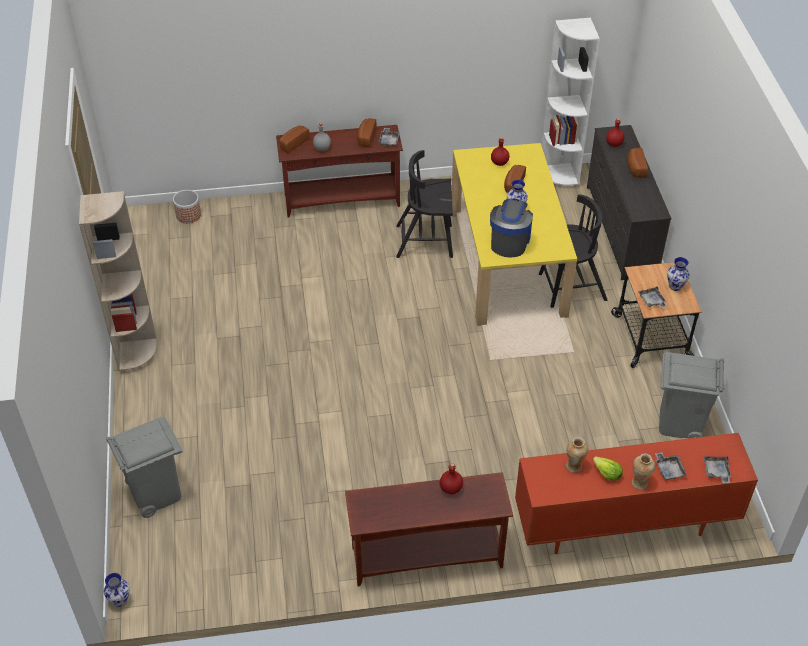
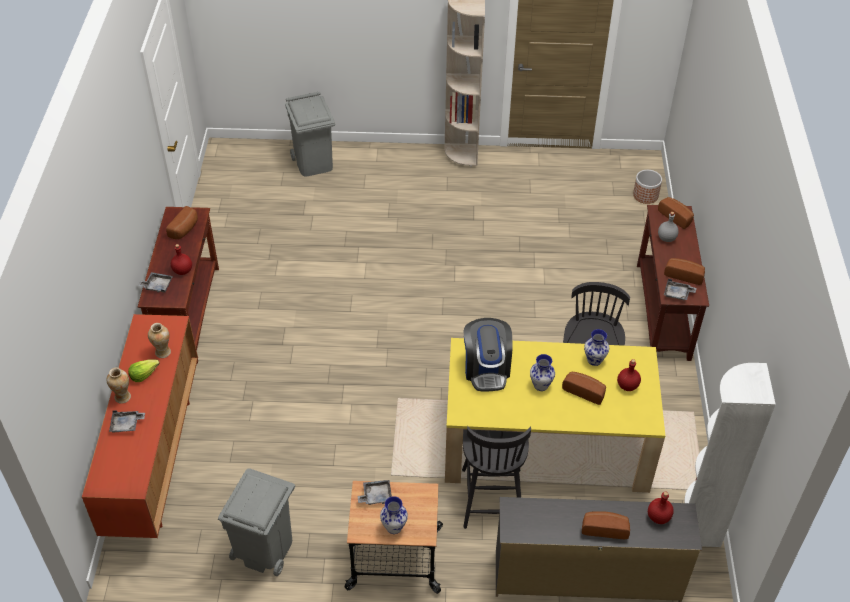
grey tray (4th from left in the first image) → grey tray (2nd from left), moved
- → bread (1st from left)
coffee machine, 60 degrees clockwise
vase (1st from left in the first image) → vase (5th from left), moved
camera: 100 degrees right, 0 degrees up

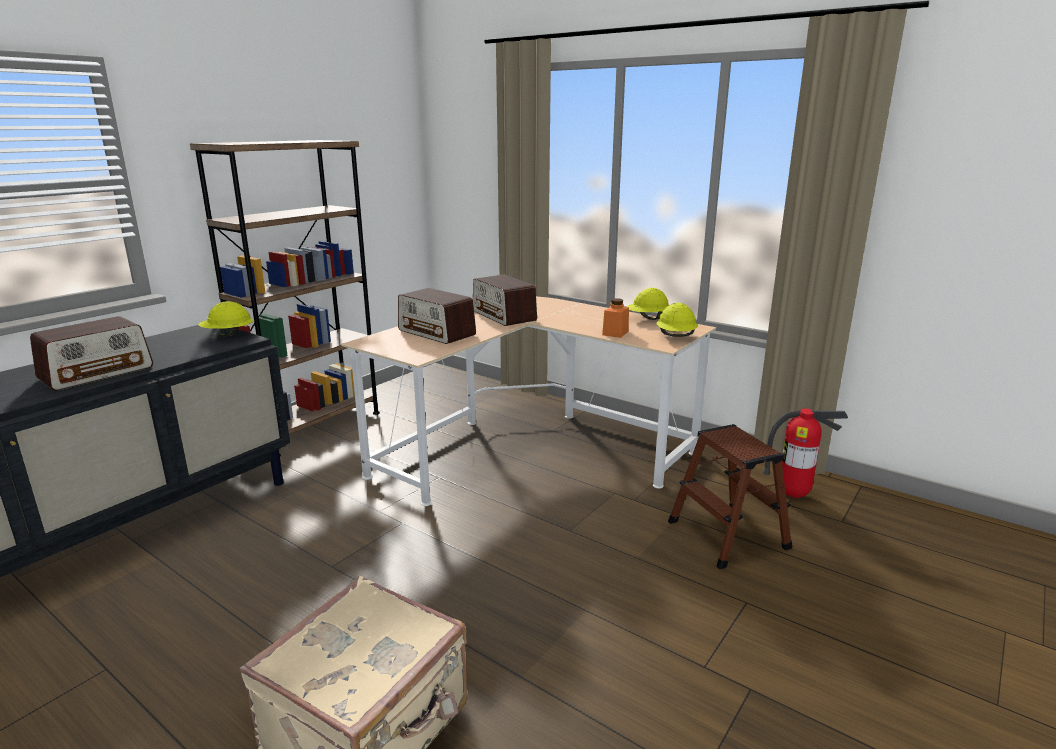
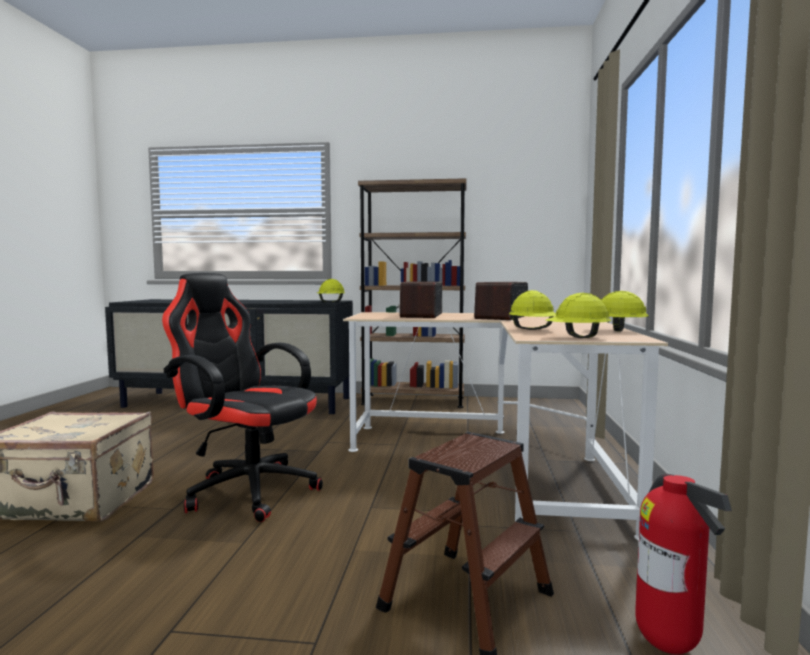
- → black office chair
orange jar → yellow hard hat (2nd from left)
radio (1st from left) → -
camera: 60 degrees right, 15 degrees down

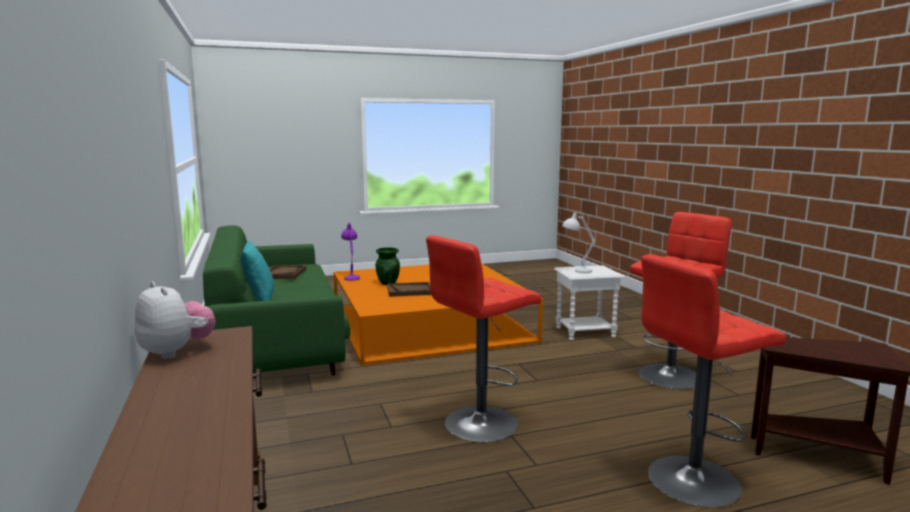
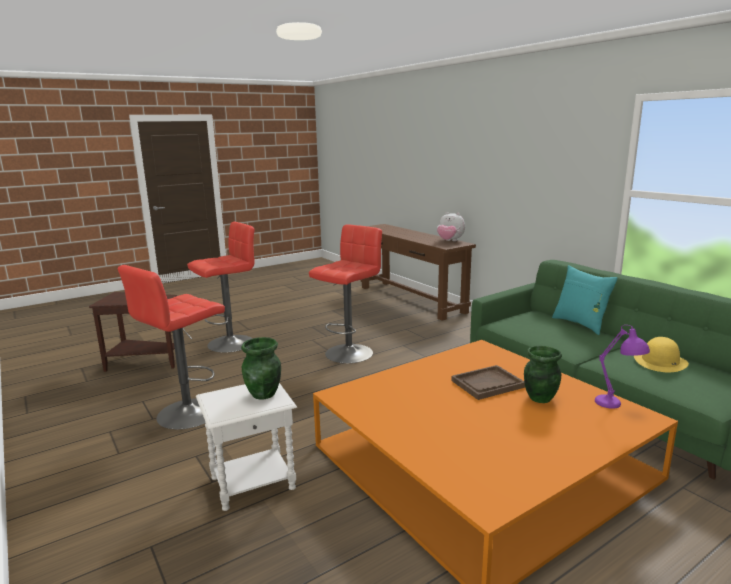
white table lamp → green vase (1st from left)
brown tray (1st from left) → yellow hat
camera: 165 degrees right, 5 degrees up

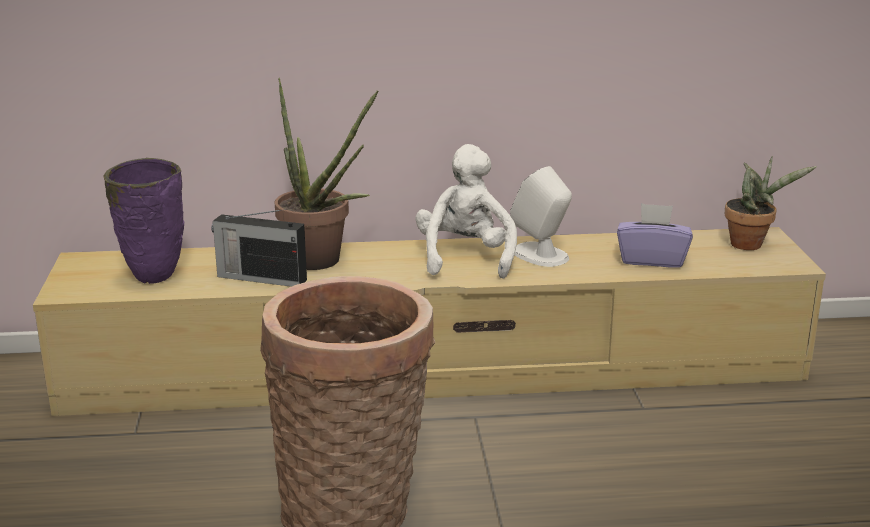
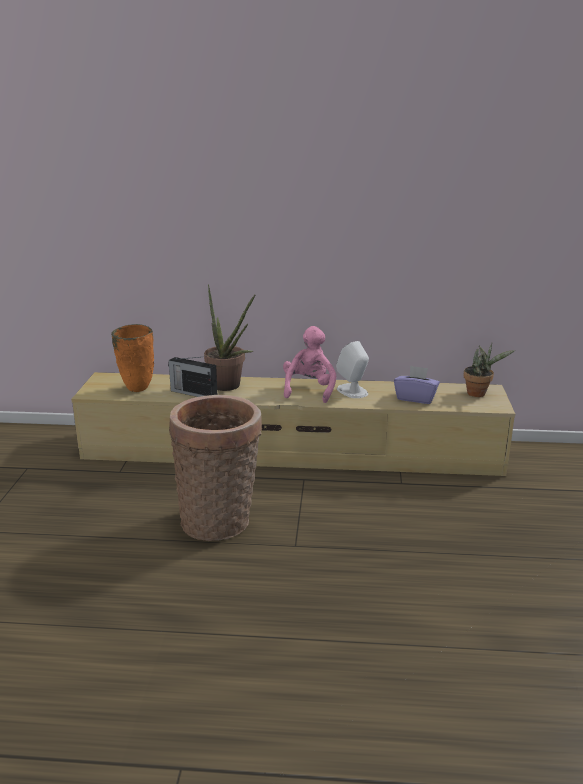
purple vase → orange vase
white plush toy → pink plush toy
camera: 10 degrees right, 0 degrees up

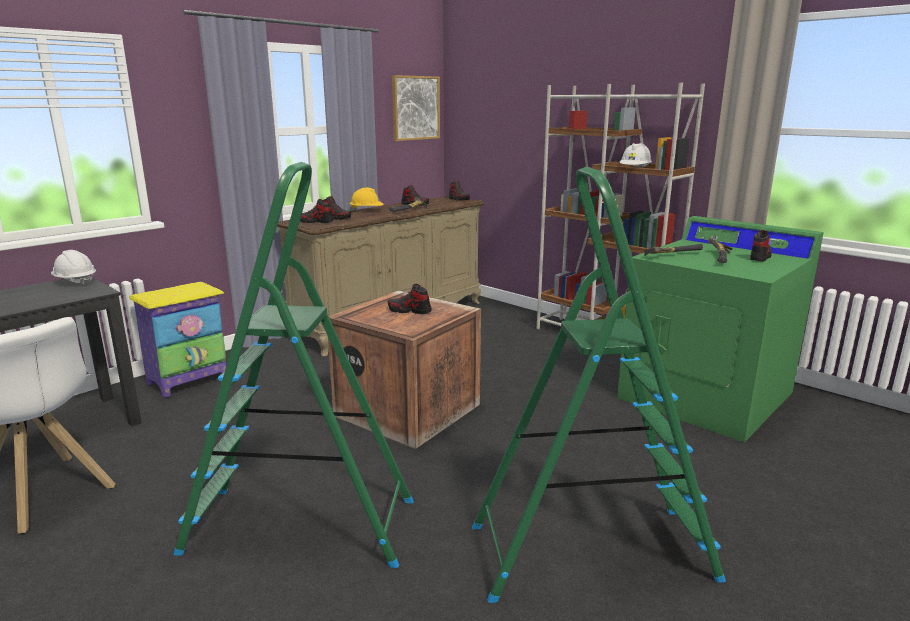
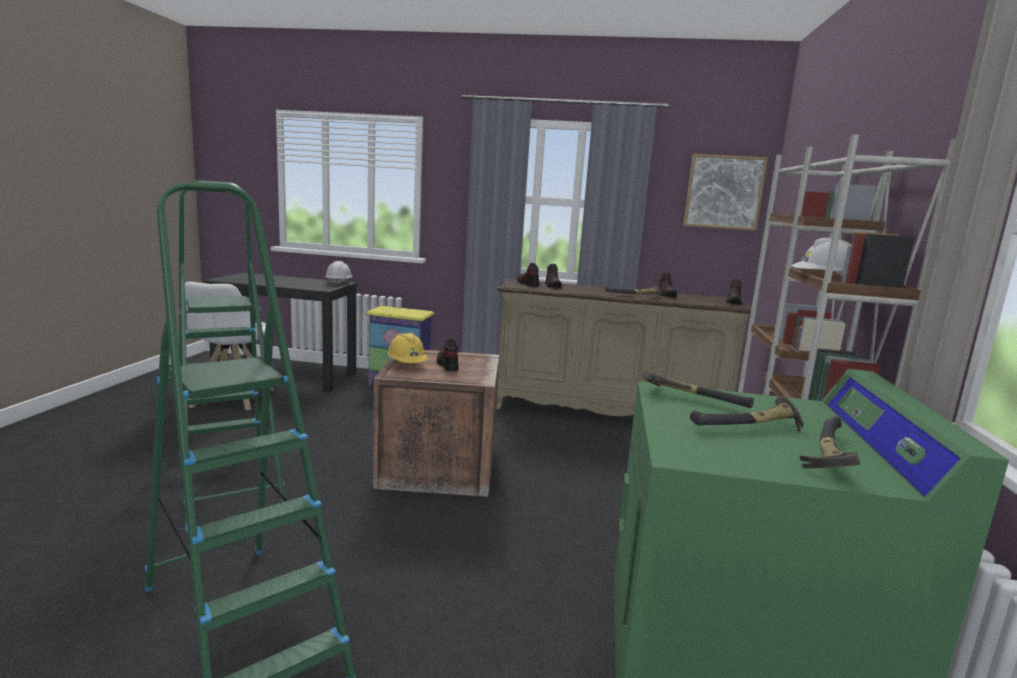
yellow hard hat, moved
shoe (6th from left) → hammer (4th from left)
camera: 55 degrees right, 5 degrees down

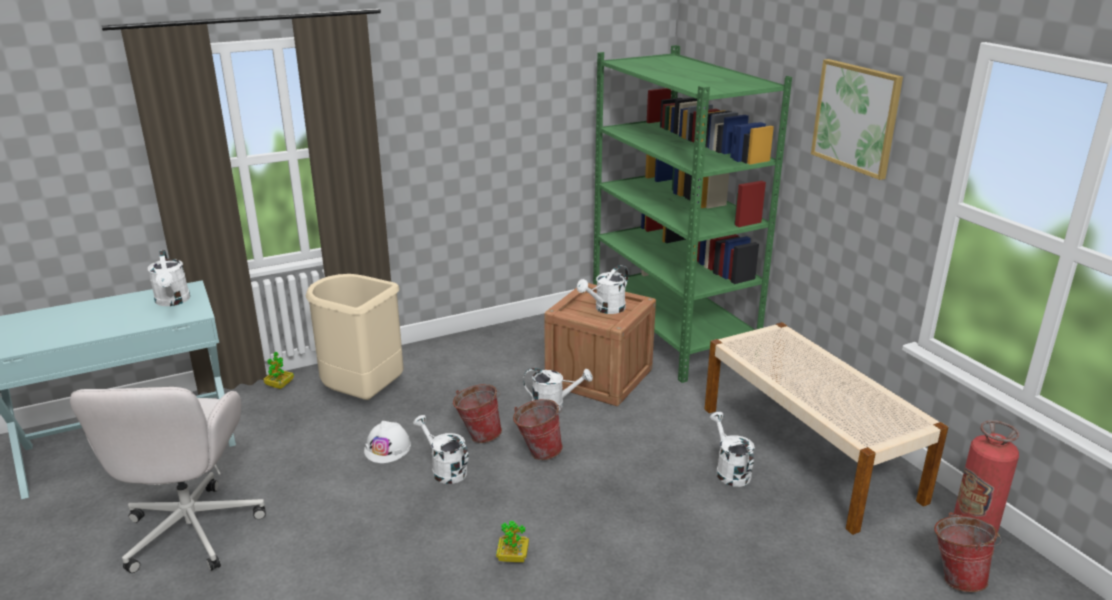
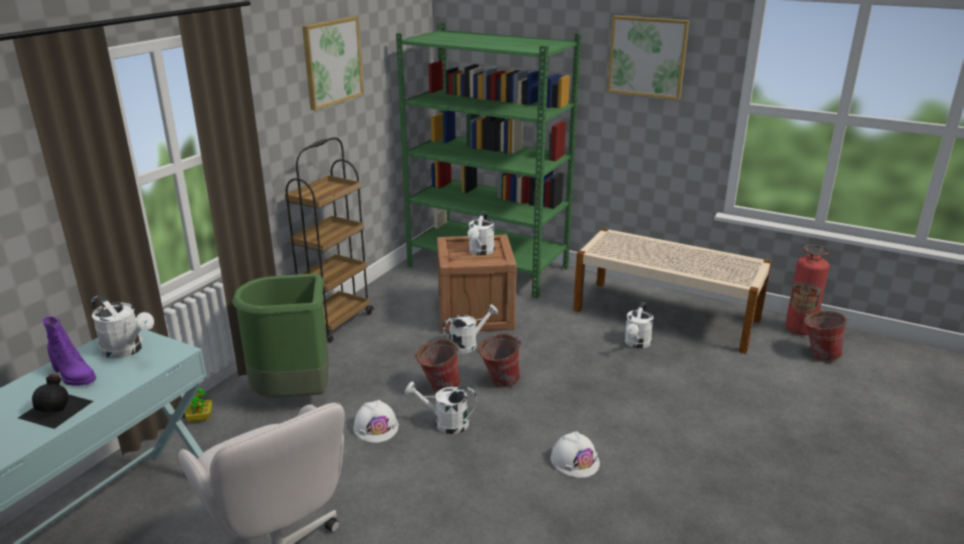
- → black bottle
- → purple boot
beige trash can → green trash can
- → brown cart
- → picture (1st from left)
potted plant (2nd from left) → white hard hat (2nd from left)
white watering can (5th from left), 105 degrees counterclockwise
camera: 35 degrees left, 0 degrees up

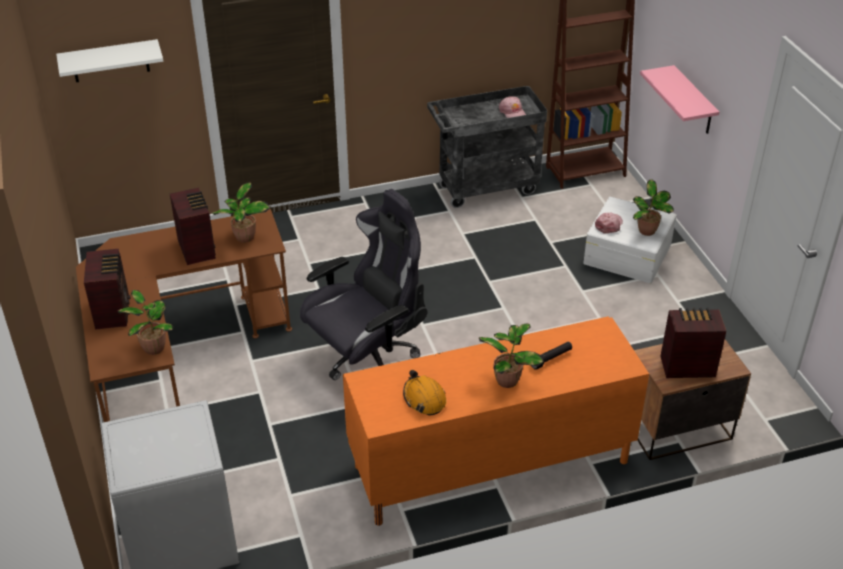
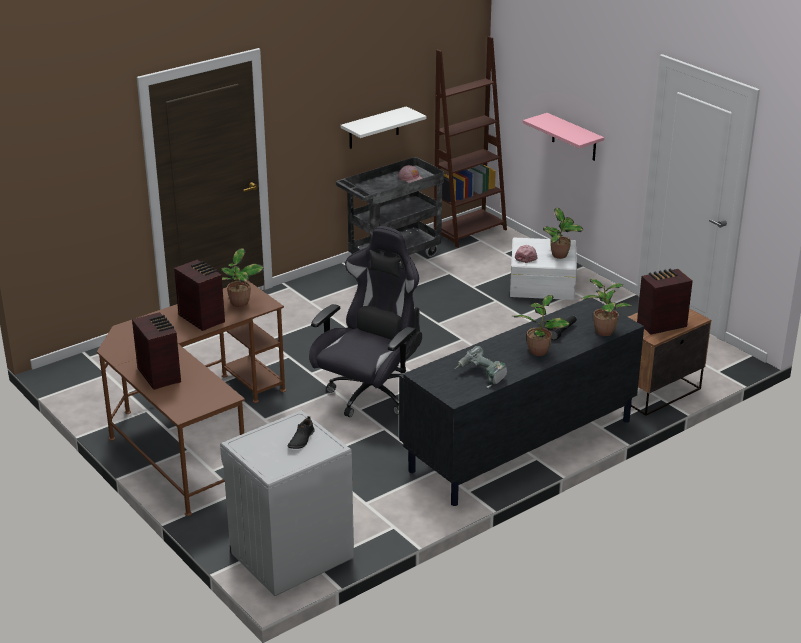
- → black shoe
white shelf, moved
orange cabinet → black cabinet
orange hard hat → power drill
potted plant (1st from left in the first image) → potted plant (4th from left), moved
camera: 20 degrees left, 10 degrees down

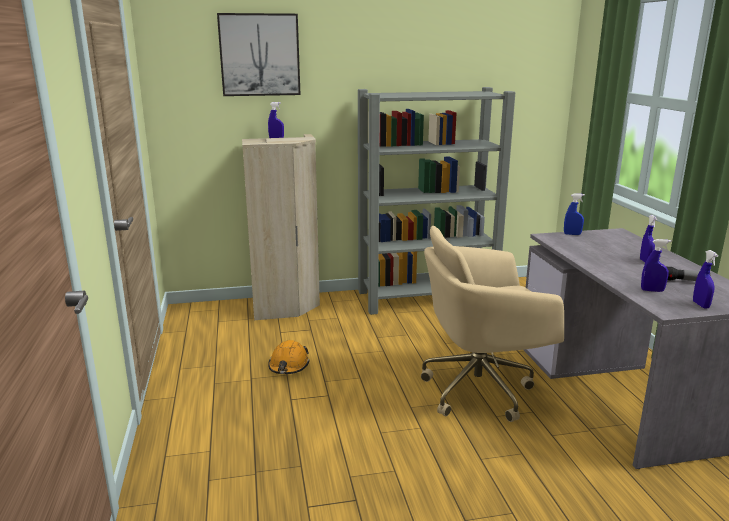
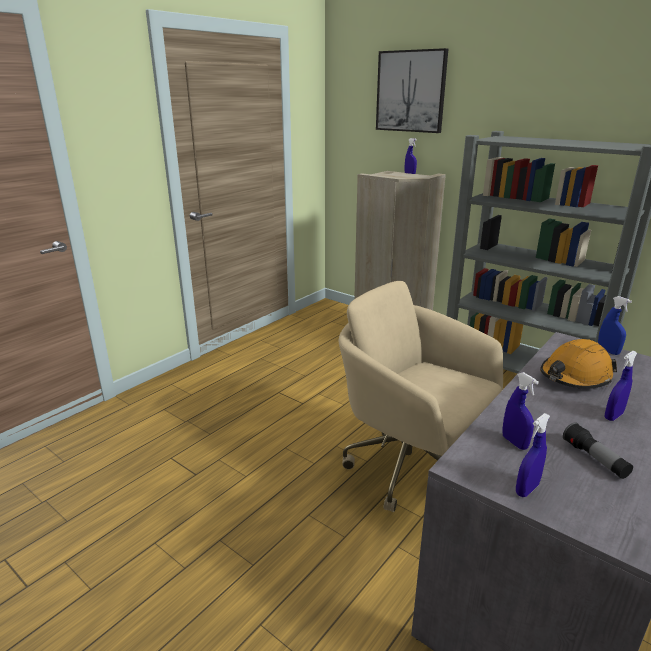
orange hard hat, moved
camera: 50 degrees right, 5 degrees up

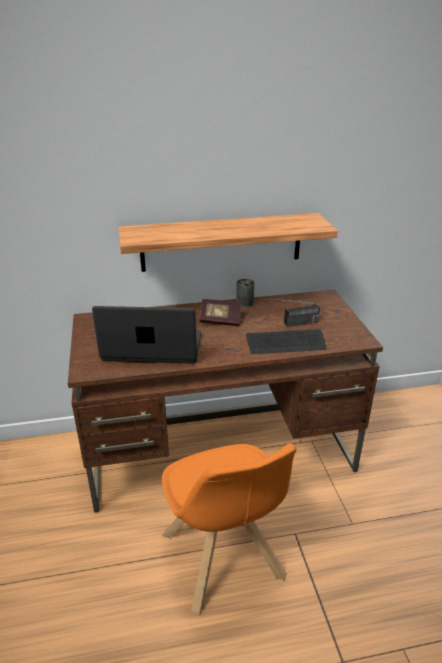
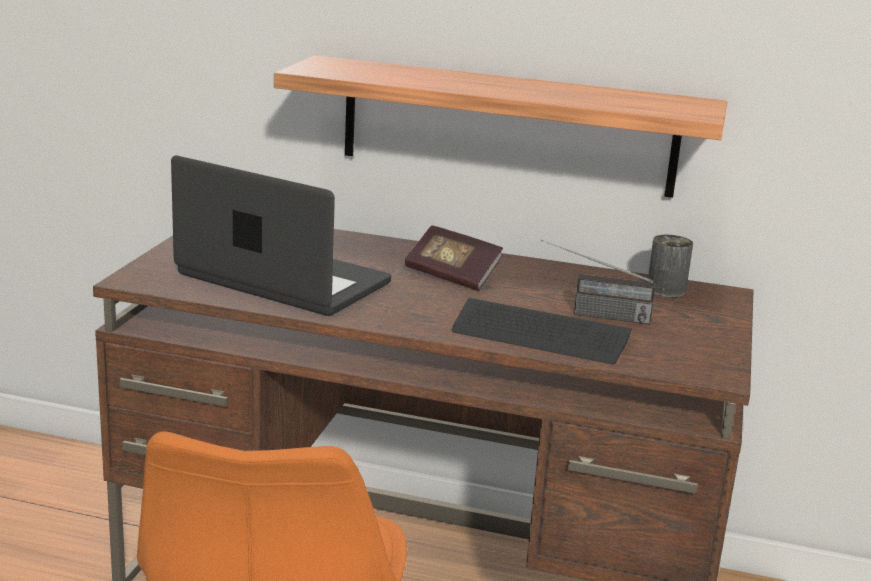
can, moved
camera: 25 degrees right, 10 degrees down

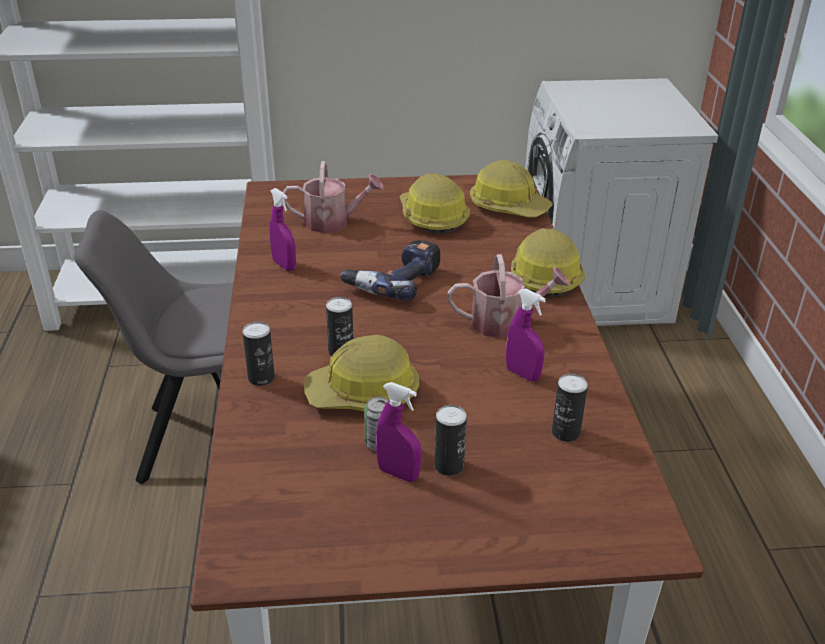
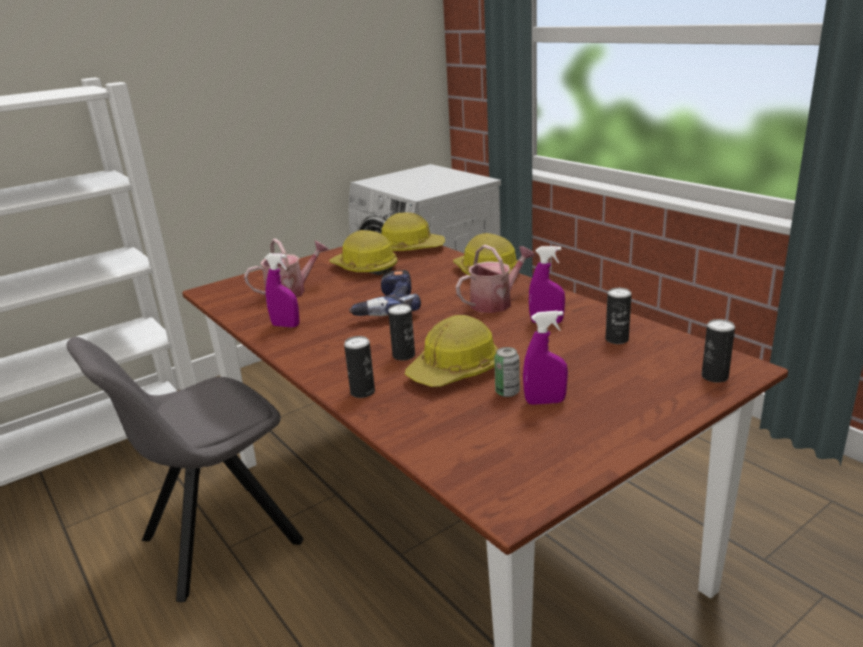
can (4th from left in the first image) → can (5th from left), moved
camera: 30 degrees left, 10 degrees down

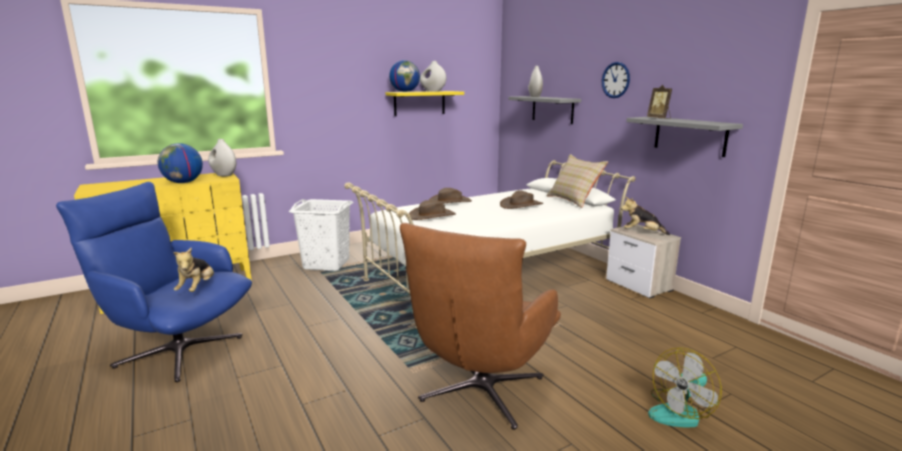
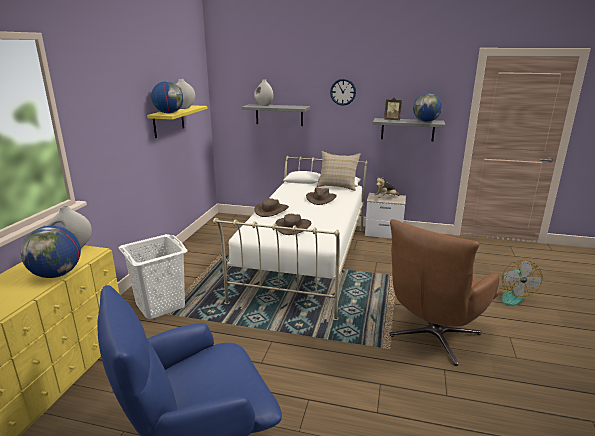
brown armchair, 60 degrees clockwise
- → globe (3rd from left)
plush toy (1st from left) → -
camera: 45 degrees left, 5 degrees up

